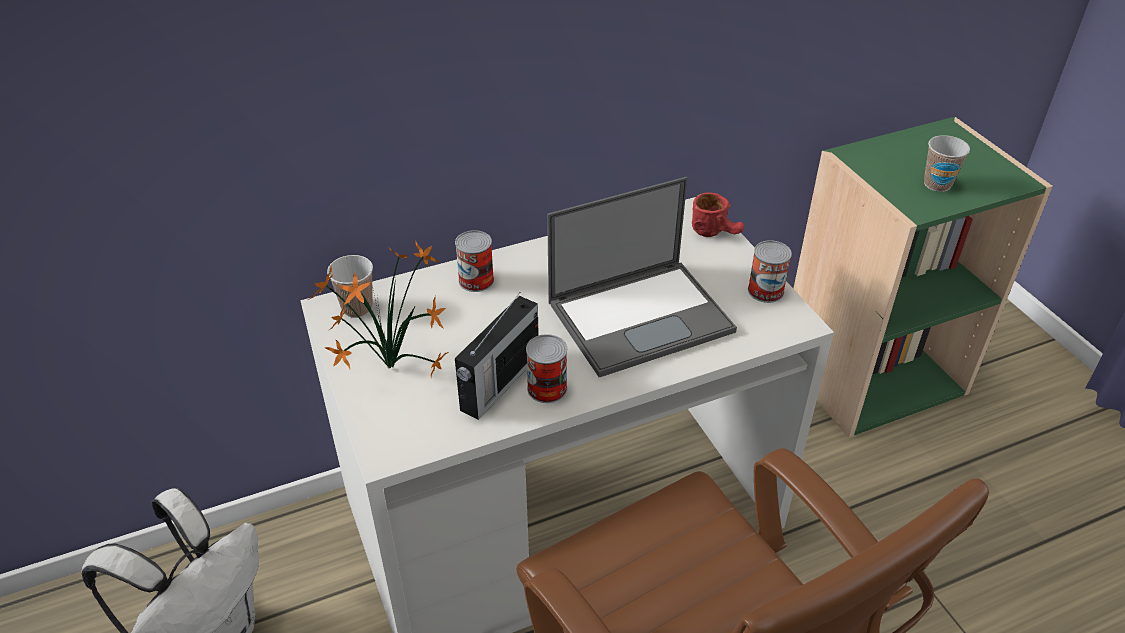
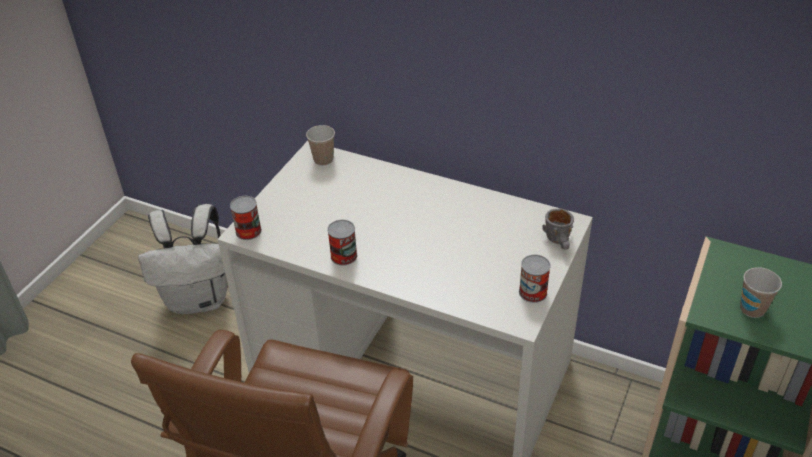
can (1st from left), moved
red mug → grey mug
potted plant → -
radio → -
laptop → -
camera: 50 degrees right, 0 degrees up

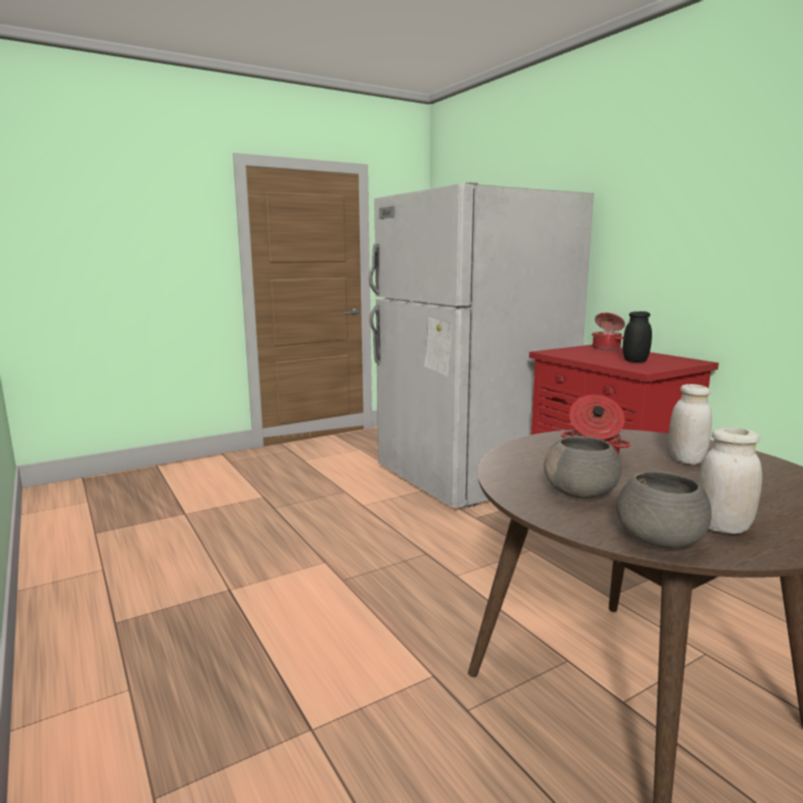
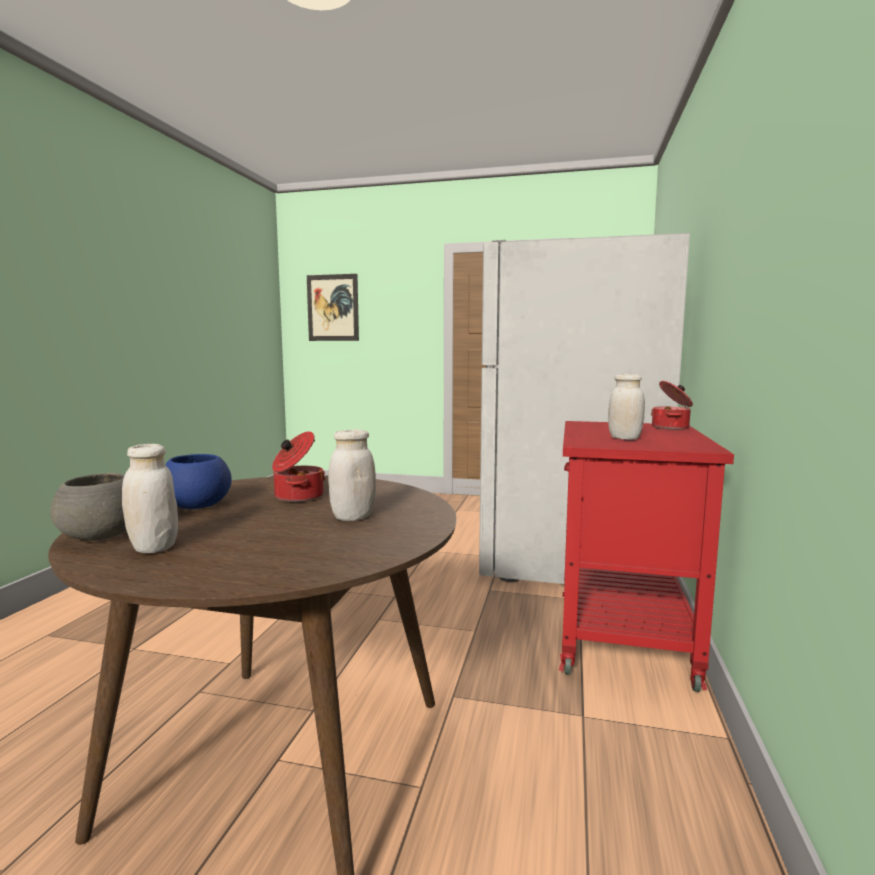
grey bowl (1st from left) → blue bowl
- → picture
black jar → white jar (3rd from left)
camera: 45 degrees right, 5 degrees down

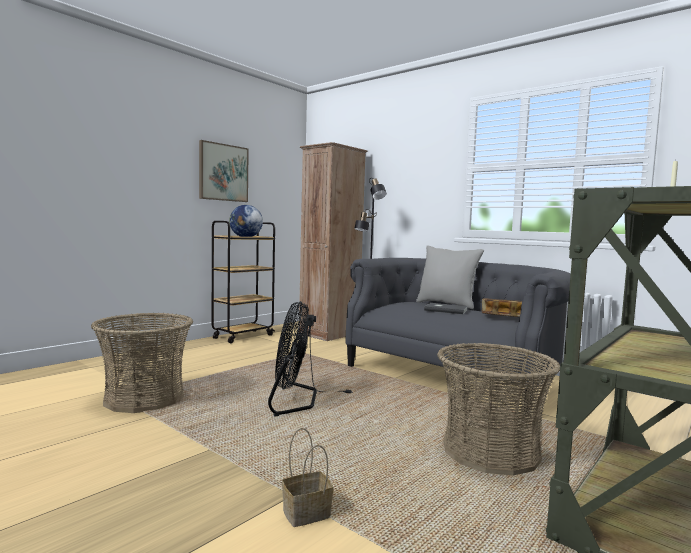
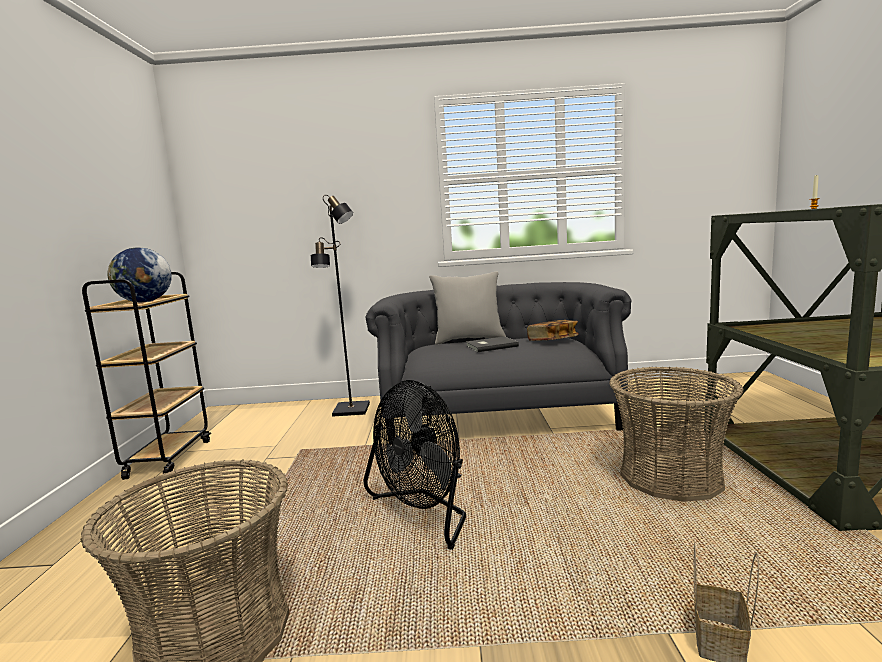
picture → -
brown cabinet → -
camera: 40 degrees left, 5 degrees up

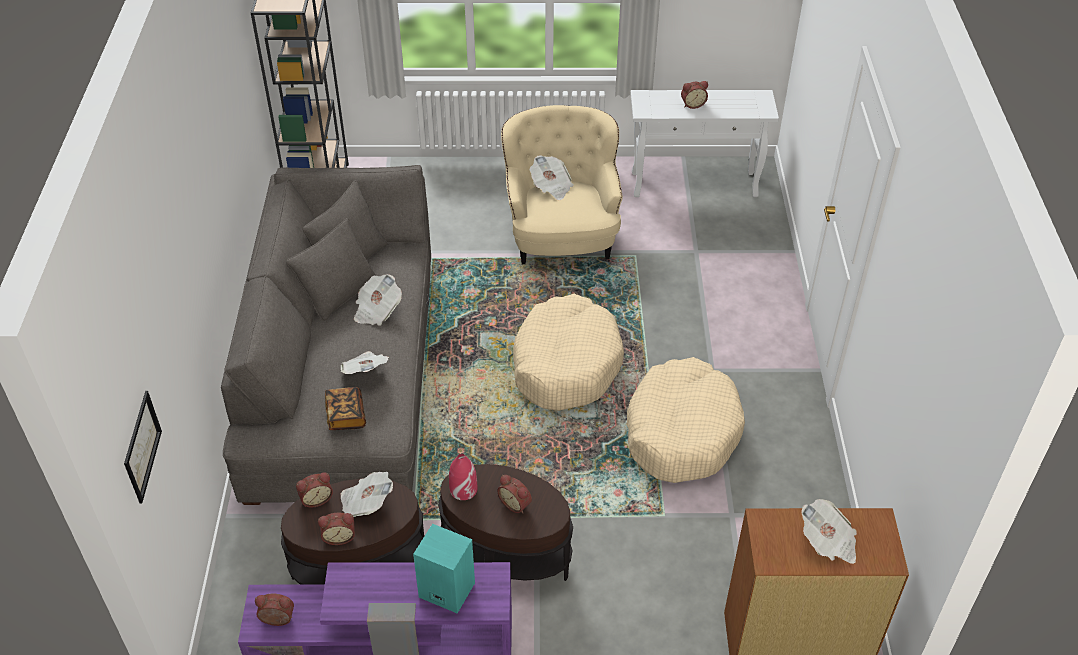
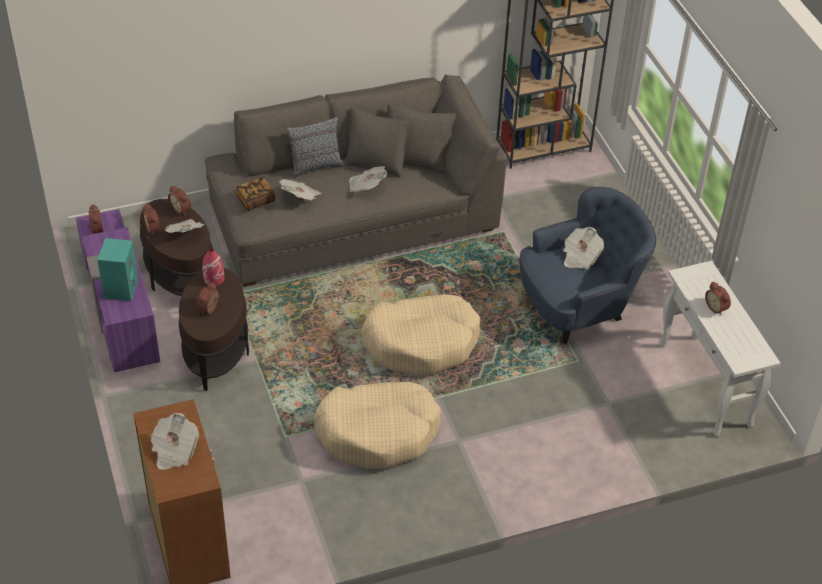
- → grey pillow
beige armchair → blue armchair
picture → -
camera: 70 degrees right, 0 degrees up

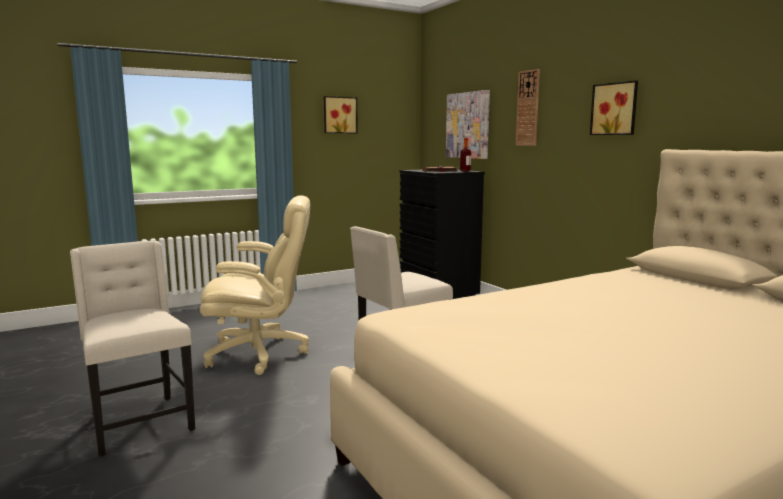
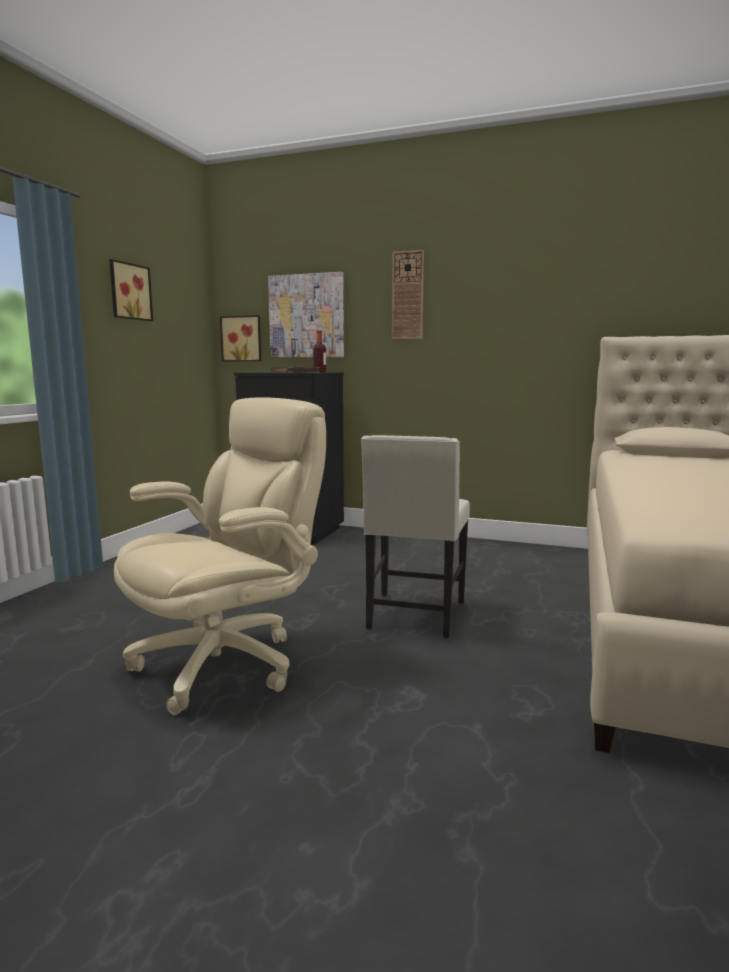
picture (3rd from left in the first image) → picture (2nd from left), moved
beige chair (1st from left) → -
camera: 40 degrees left, 0 degrees up

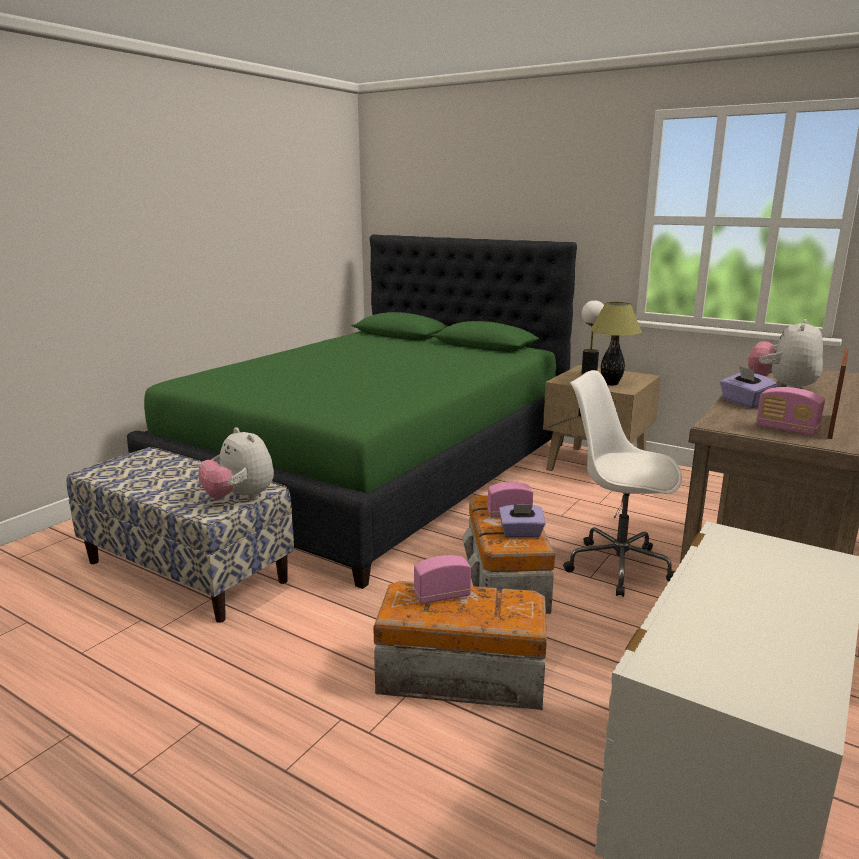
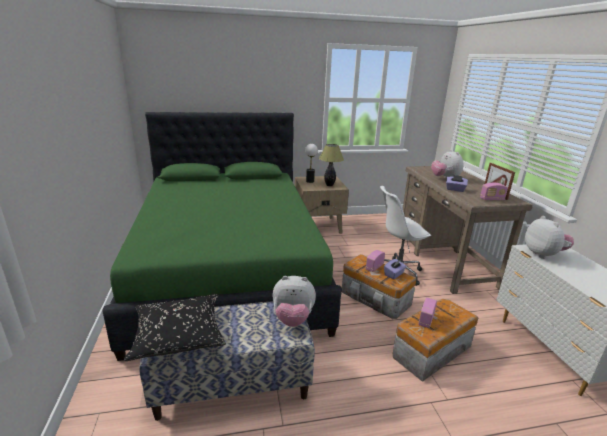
- → black pillow
- → plush toy (3rd from left)
camera: 45 degrees left, 5 degrees up

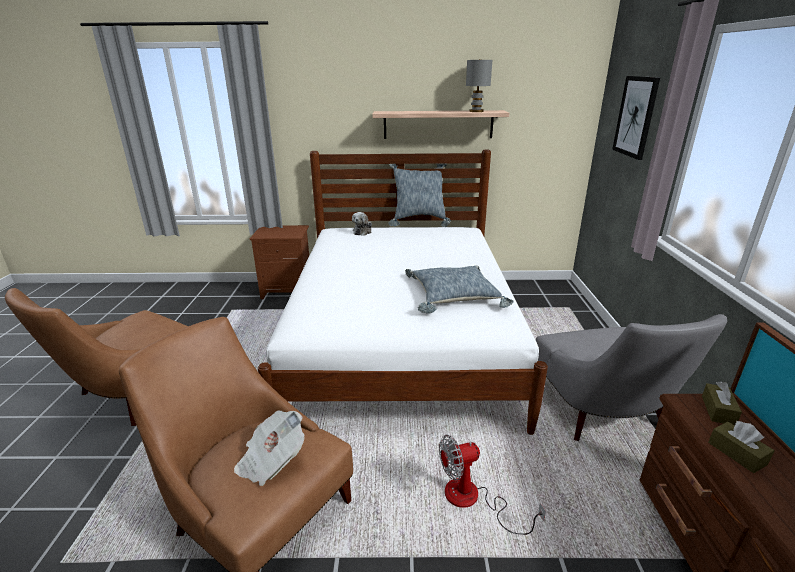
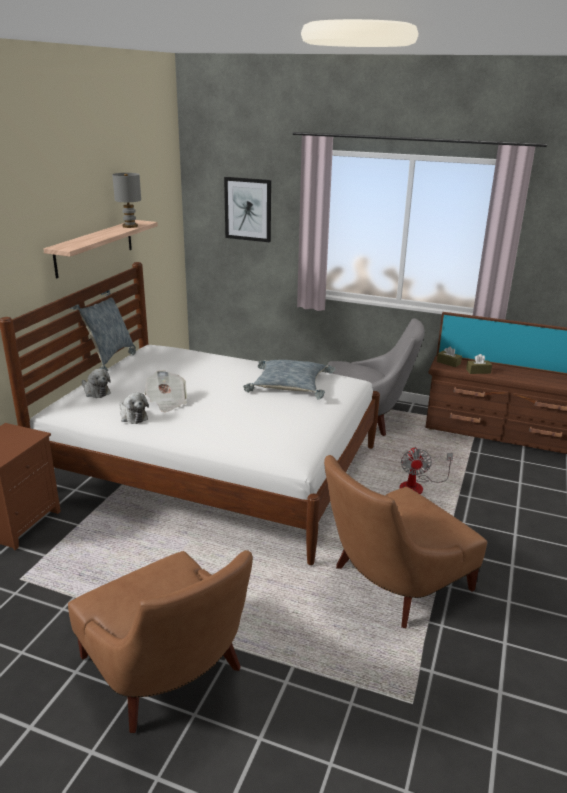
- → plush toy (2nd from left)
newspaper, moved
camera: 70 degrees left, 0 degrees up

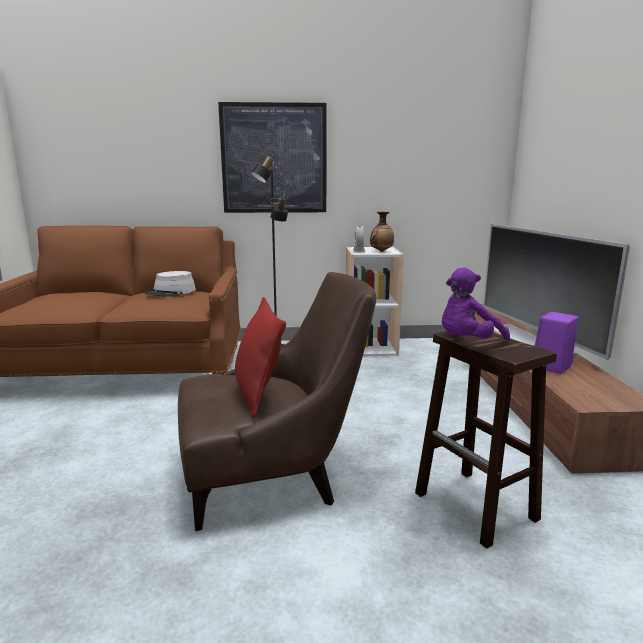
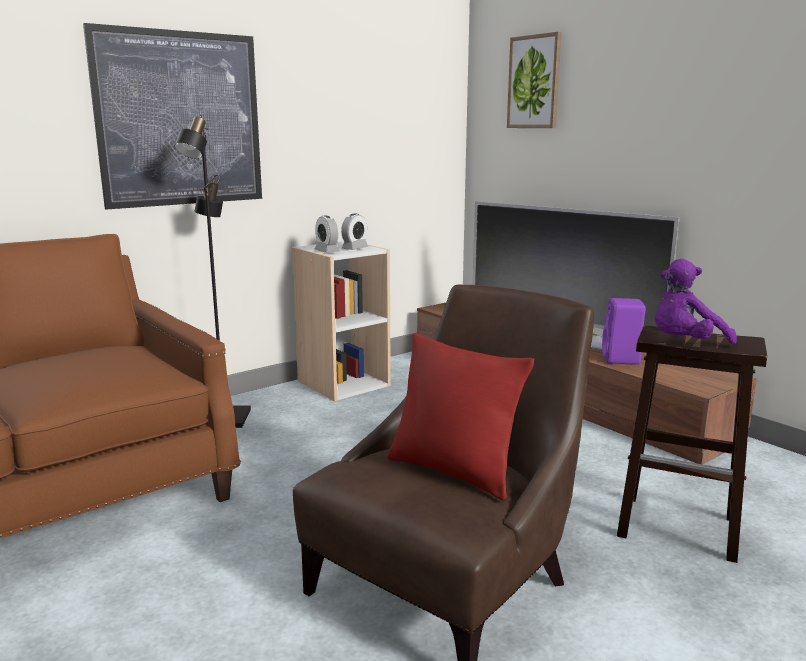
vase → alarm clock (2nd from left)
- → picture (2nd from left)
purple plush toy, 45 degrees clockwise
grey hat → -
camera: 35 degrees left, 0 degrees up

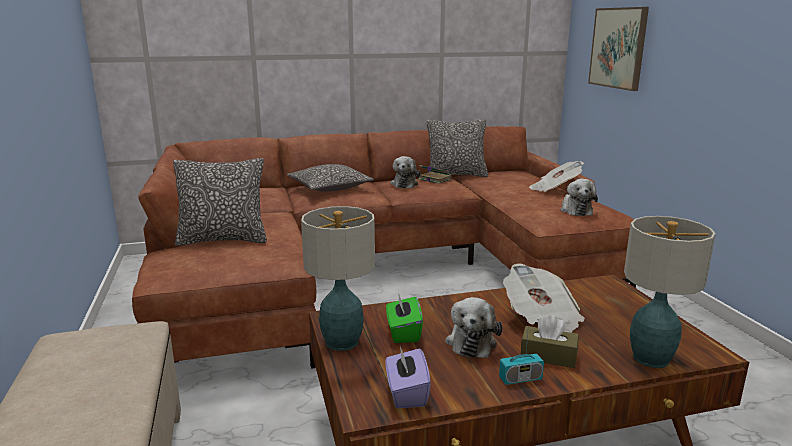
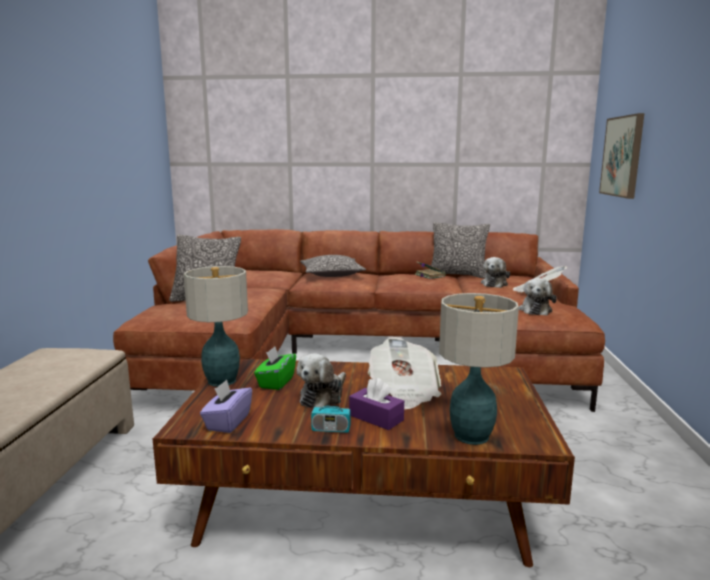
brown tissue box → purple tissue box (2nd from left)
plush toy (1st from left in the first image) → plush toy (2nd from left), moved
camera: 20 degrees right, 5 degrees down

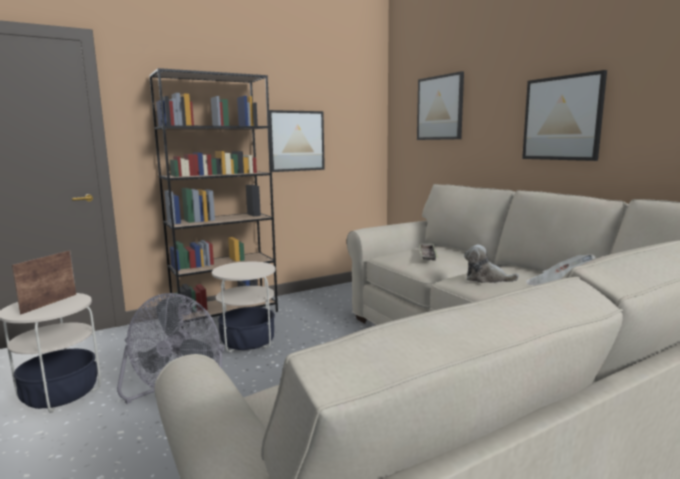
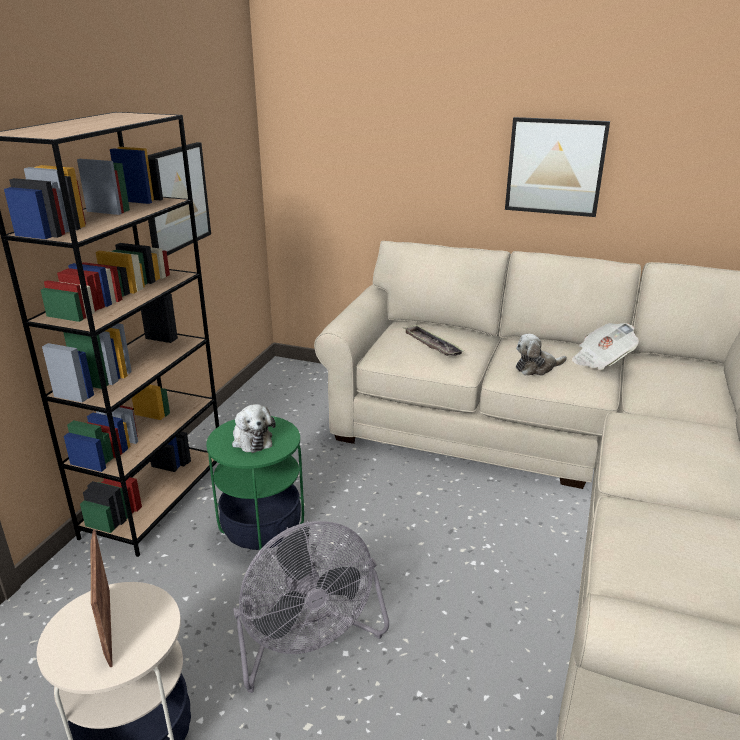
beige side table (2nd from left) → green side table
- → plush toy (1st from left)
picture (2nd from left) → -
camera: 40 degrees left, 15 degrees up

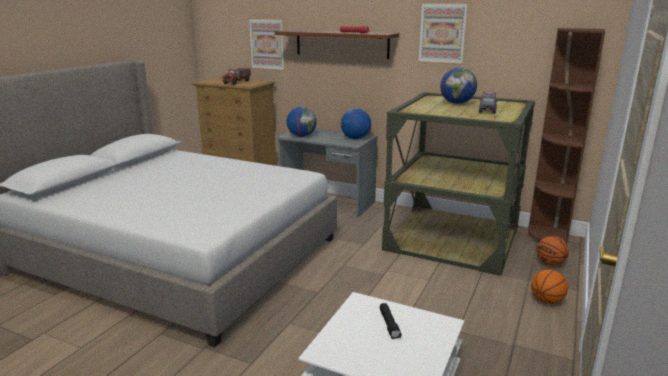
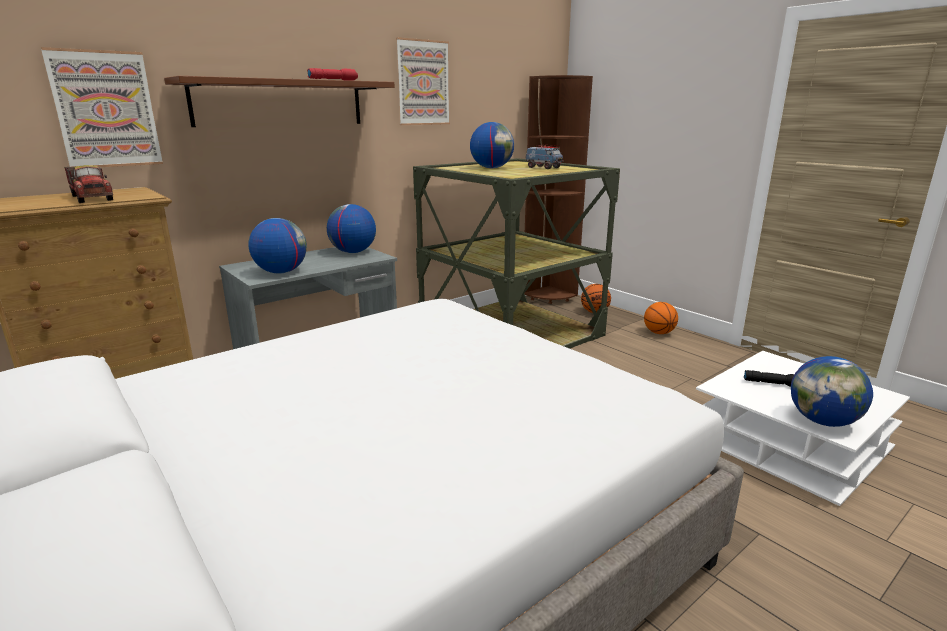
- → globe (4th from left)
camera: 65 degrees left, 0 degrees up

